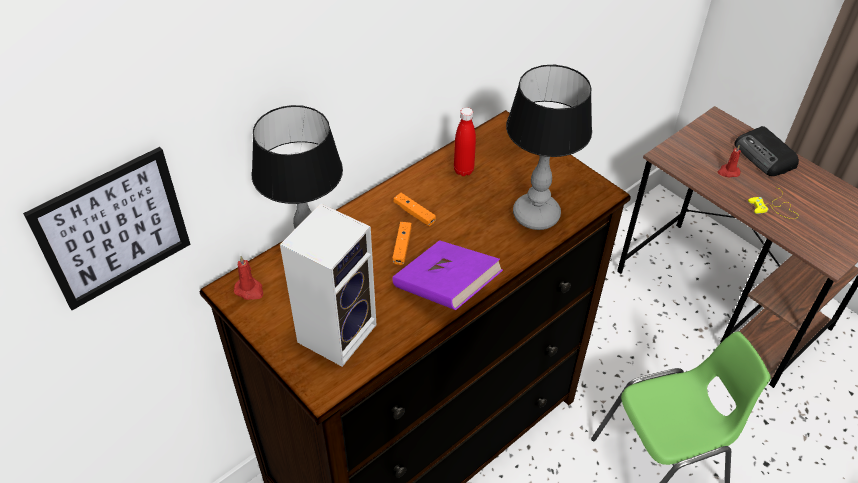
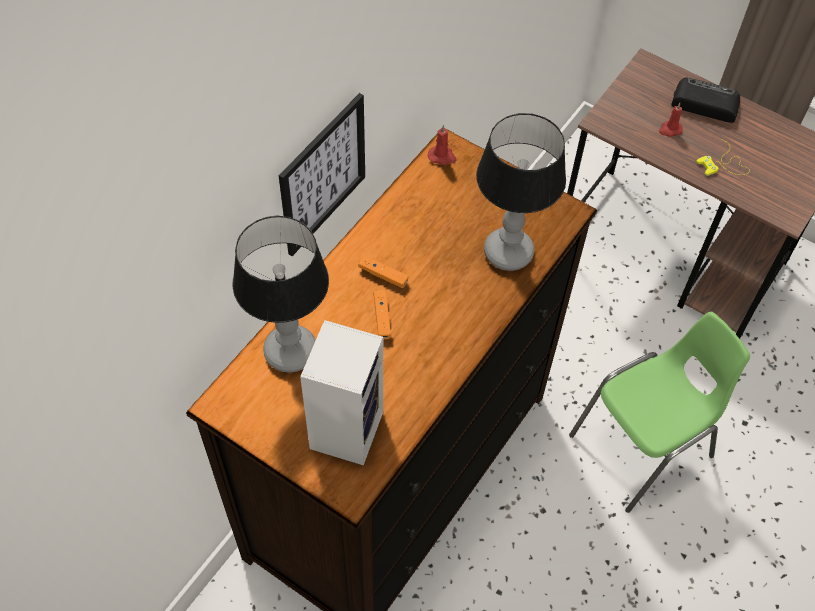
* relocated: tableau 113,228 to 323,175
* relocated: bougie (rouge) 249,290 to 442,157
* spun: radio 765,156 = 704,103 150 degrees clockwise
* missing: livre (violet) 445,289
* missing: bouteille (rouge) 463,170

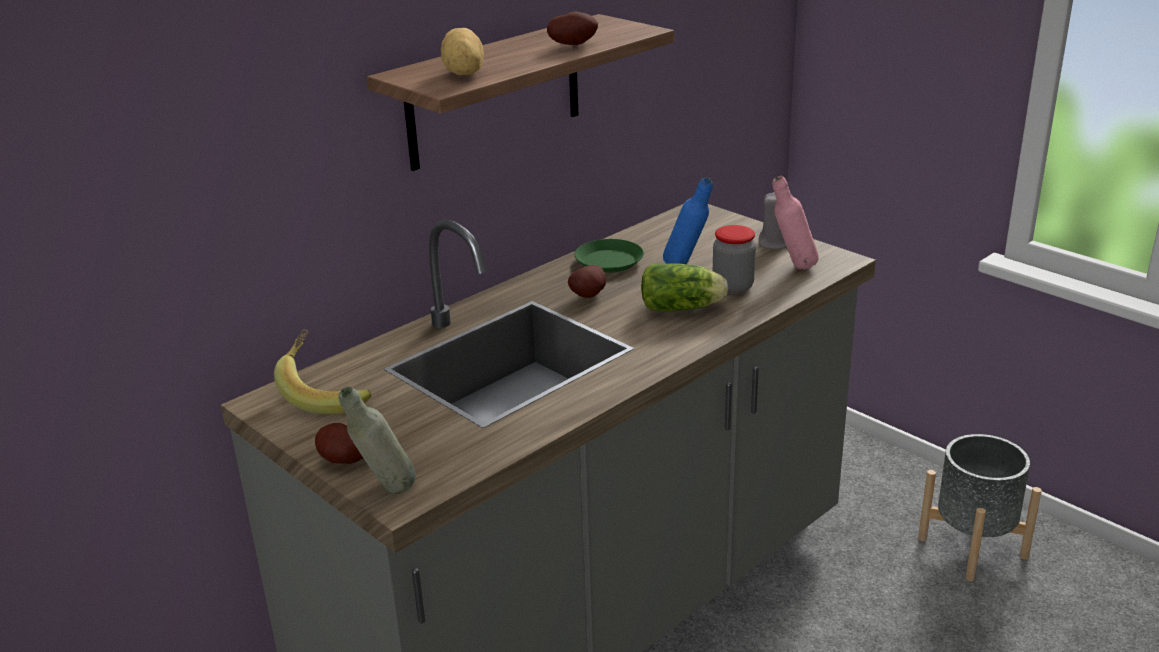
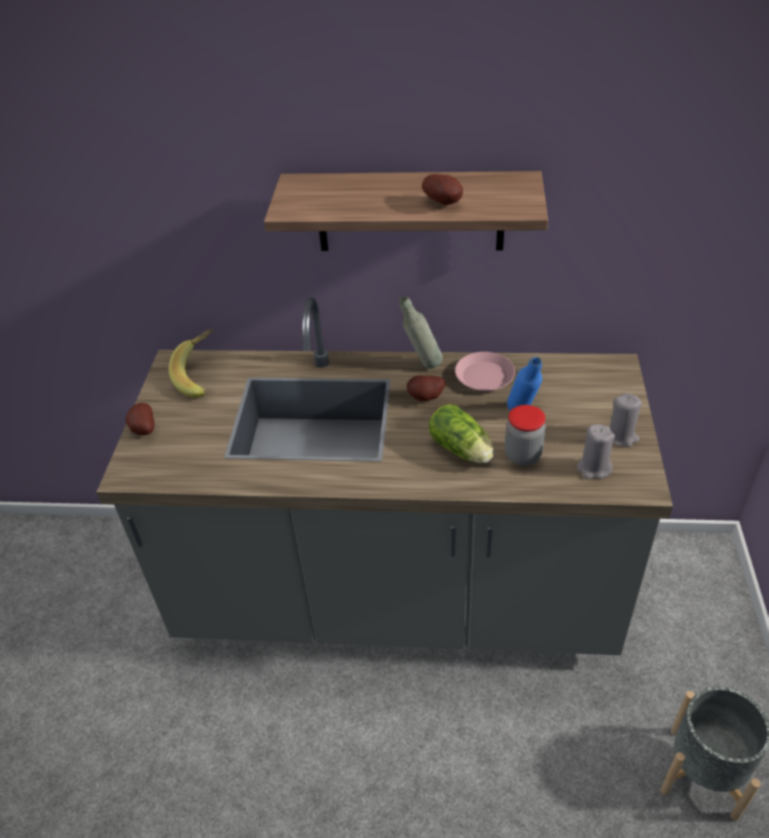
* relocated: bouteille (gris) 385,494 to 422,364
* colour: assiette (vert) 608,261 to assiette (rose) 484,376
* exchanged: bouteille (rose) 792,268 to bougie (gris) 593,468
* missing: pomme de terre 462,73

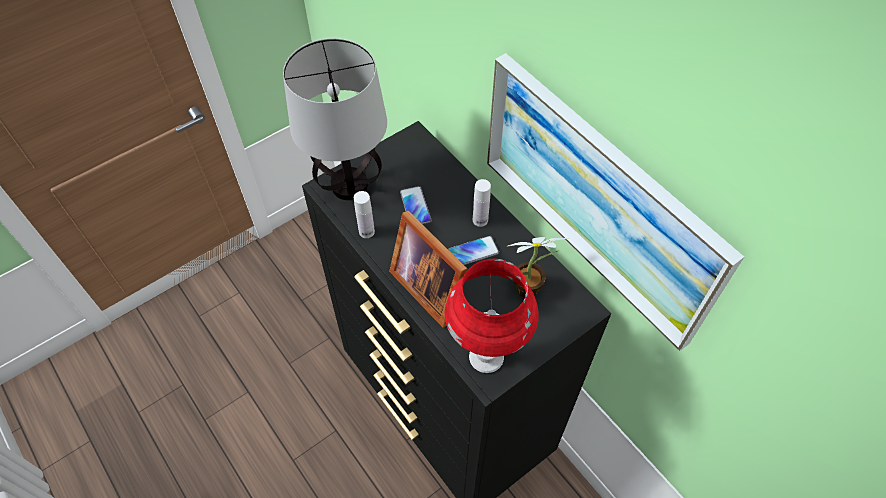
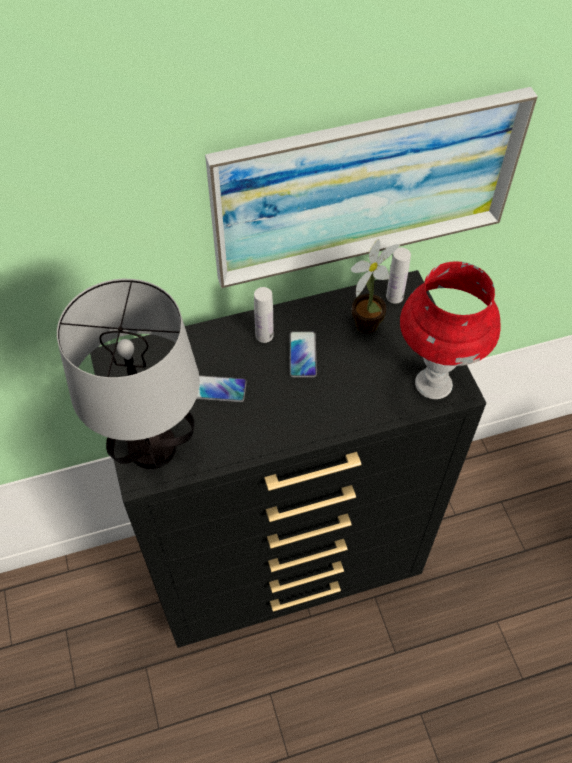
* relocated: bouteille (blanc) 366,231 to 394,296
* missing: cadre photo 429,285

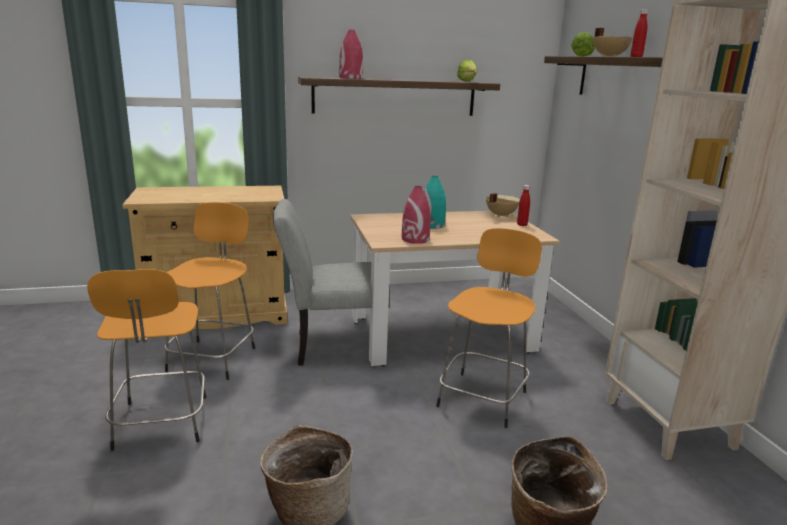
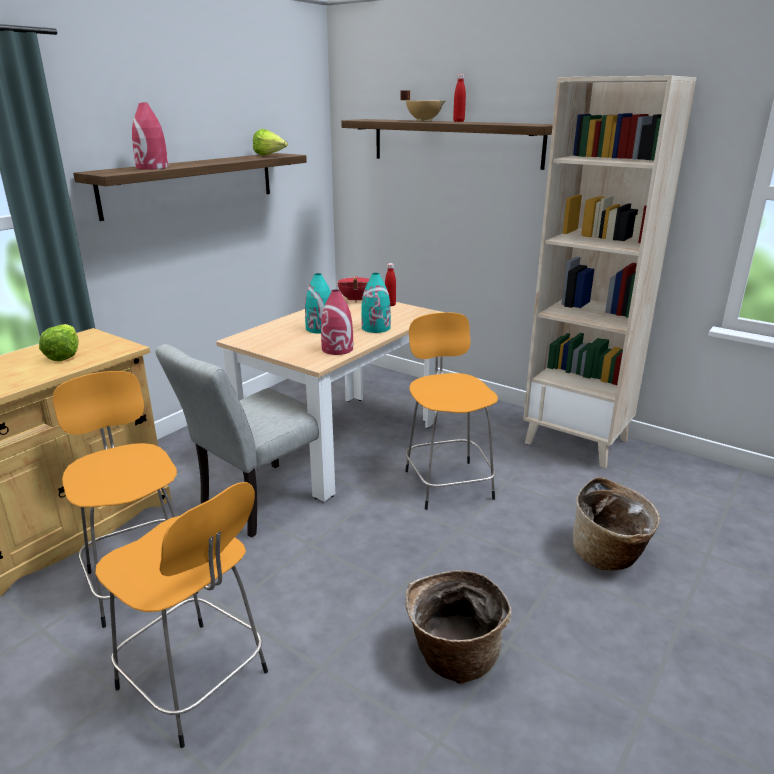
* relocated: laitue 583,56 to 64,355
* colour: marmite (beige) 500,215 to marmite (rouge) 355,300
* appeared: vase (turquoise) 376,328

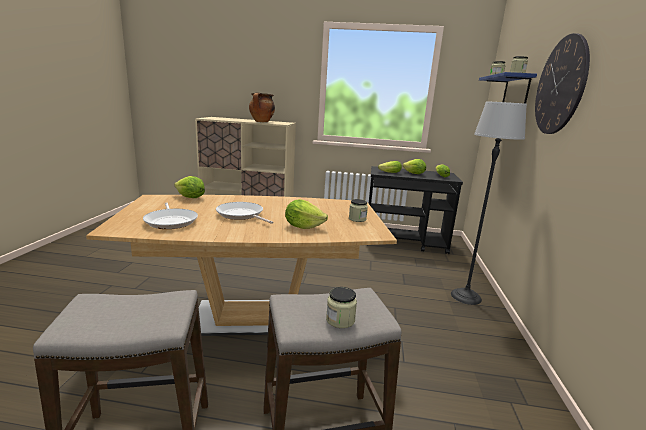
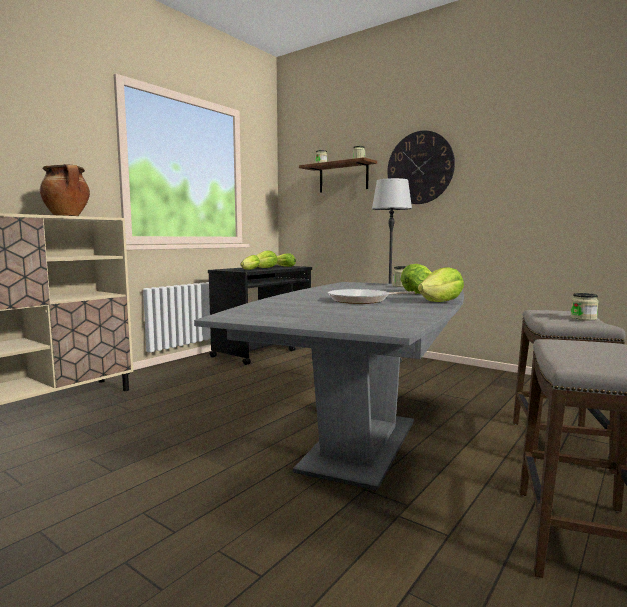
* colour: table à manger (marron) 254,318 to table à manger (gris) 360,445
* colour: étagère (bleu) 516,91 to étagère (marron) 343,177
* relocated: laitue 190,198 to 441,302
* missing: poêle 171,221

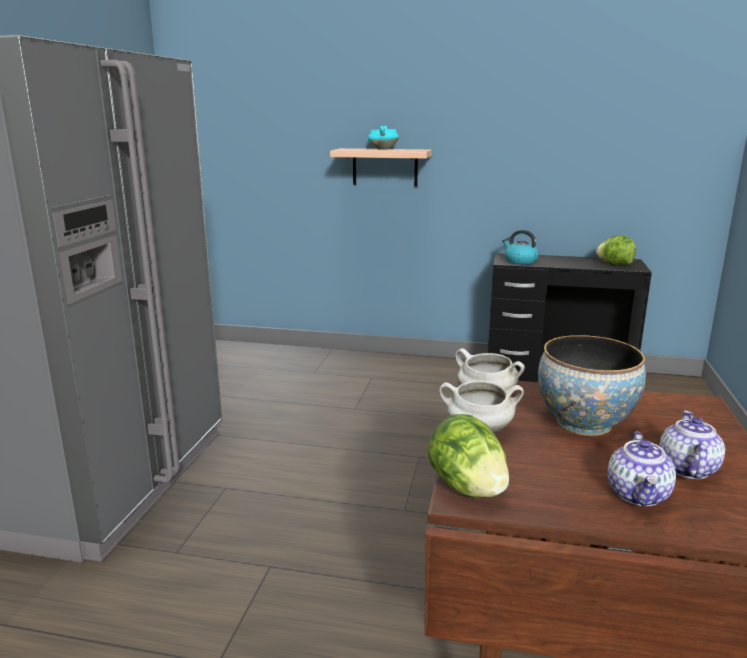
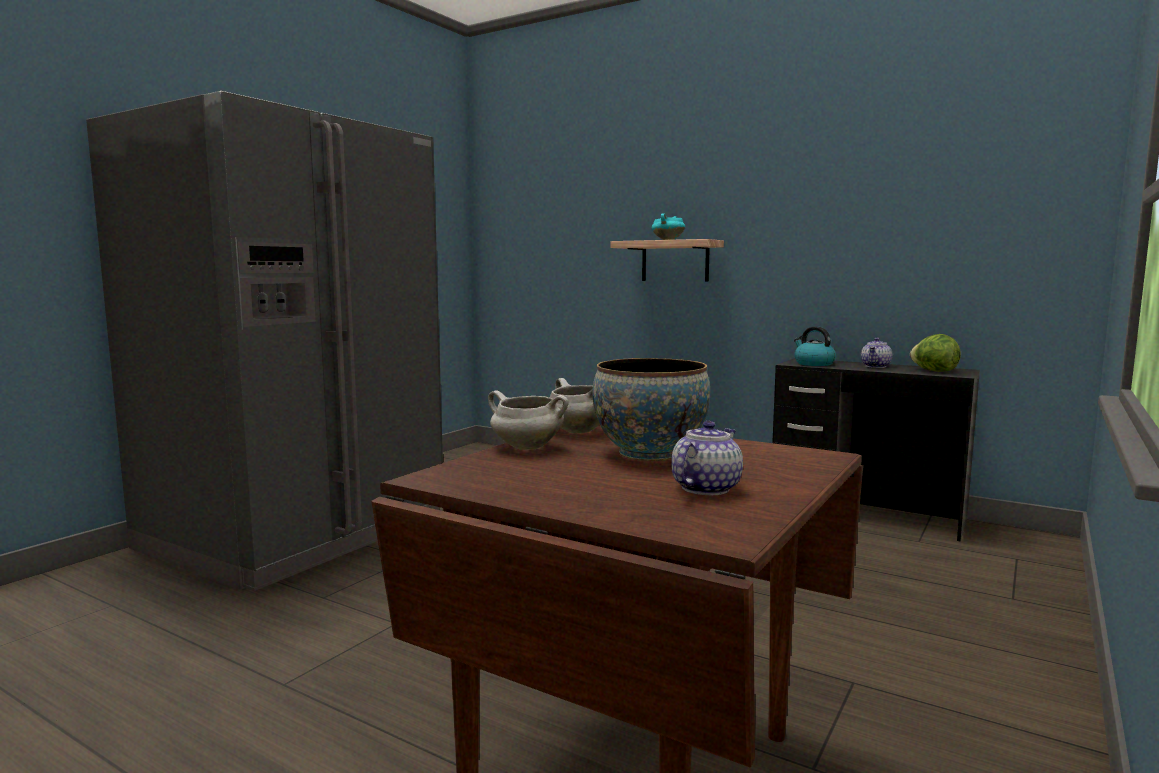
* relocated: théière 639,495 to 876,366
* missing: laitue 467,488

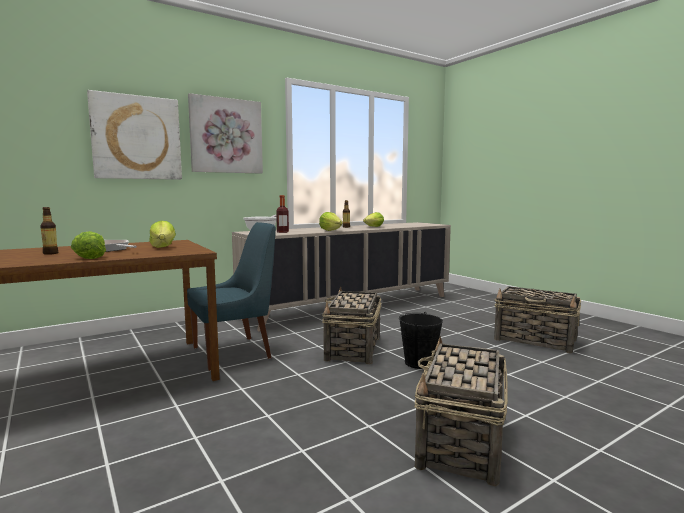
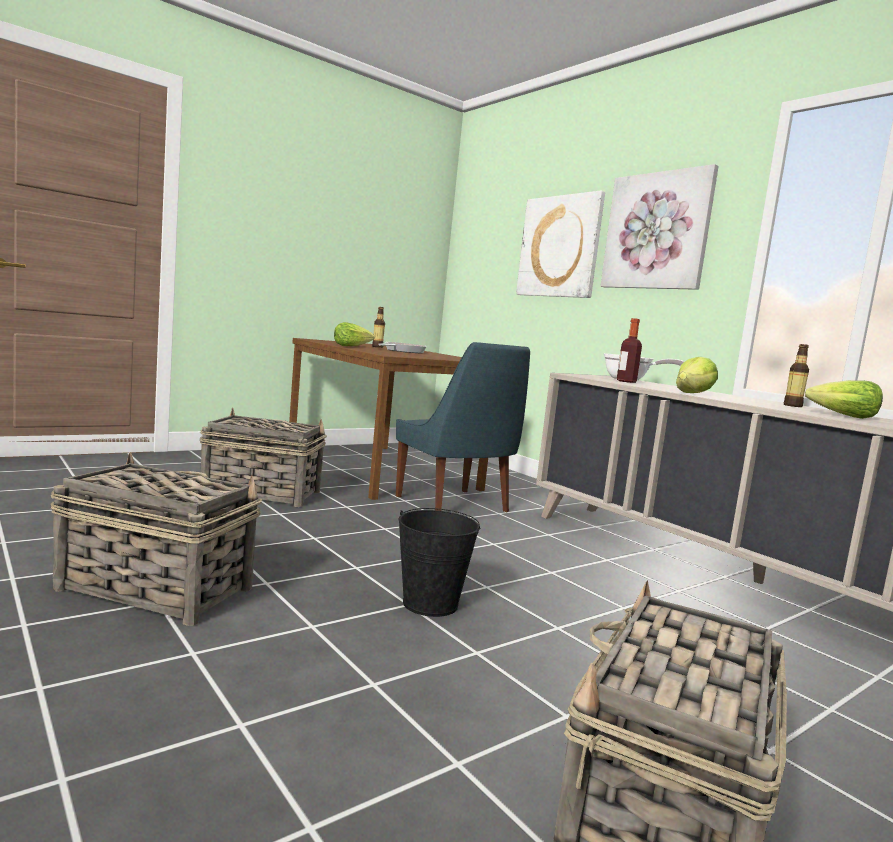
* relocated: panier 353,349 to 260,492
* missing: laitue 163,247

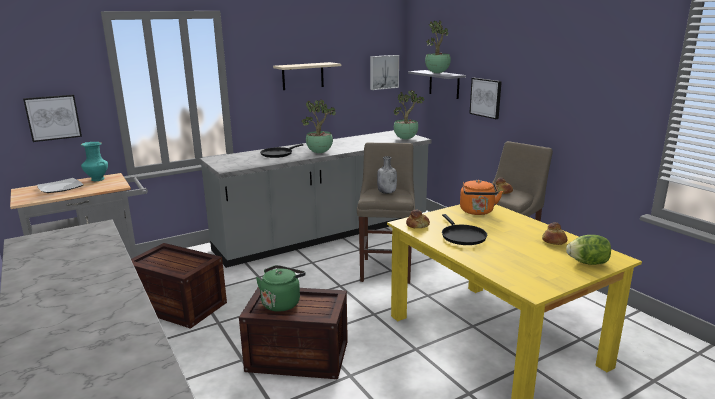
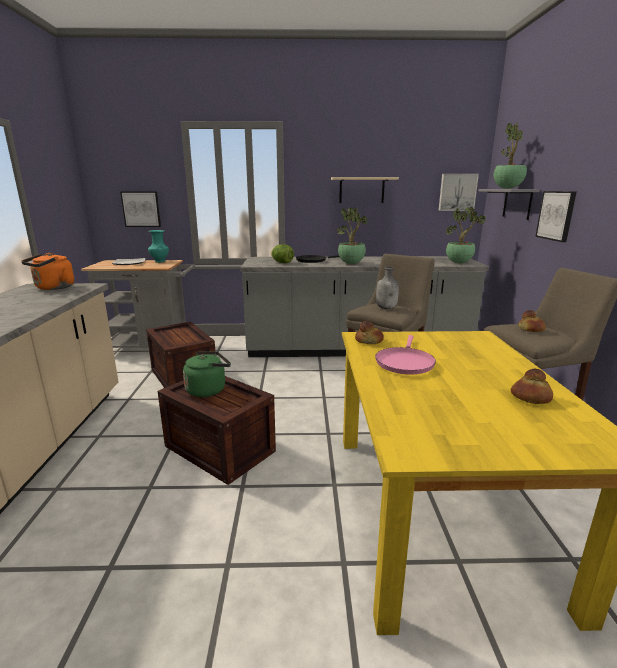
* relocated: bouilloire (orange) 477,212 to 53,288
* relocated: laitue 587,263 to 282,263
* colour: poêle (noir) 462,236 to poêle (rose) 404,362

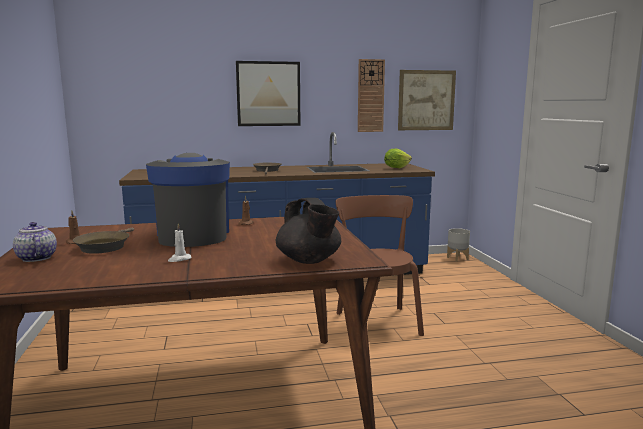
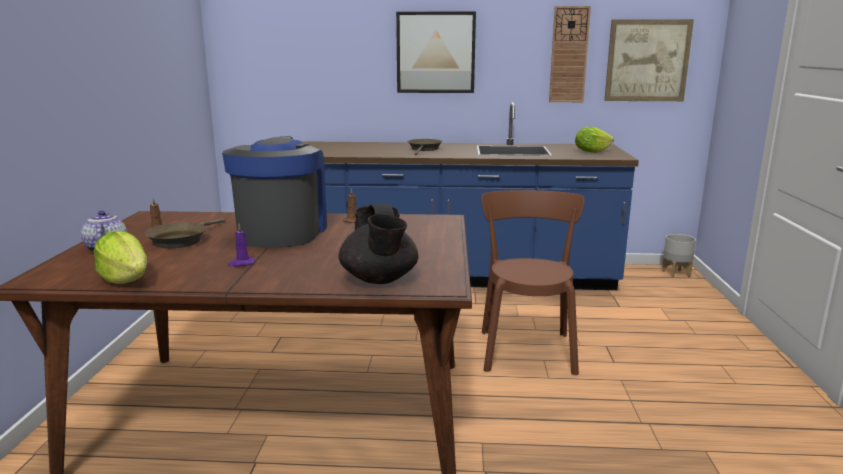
* appeared: laitue 126,280
* colour: bougie (blanc) 179,259 to bougie (violet) 241,264

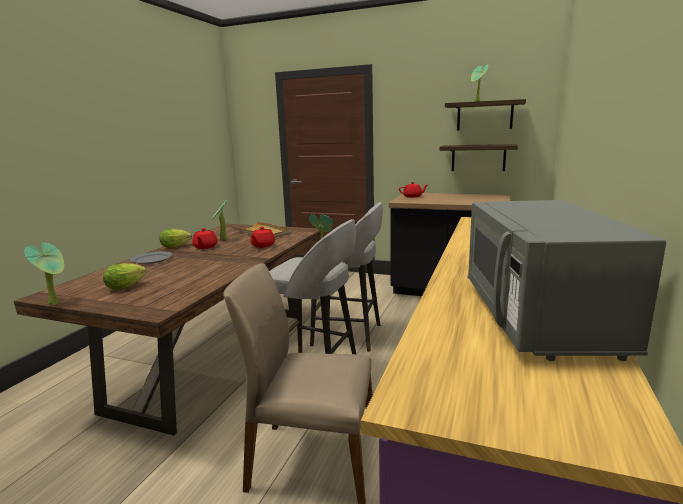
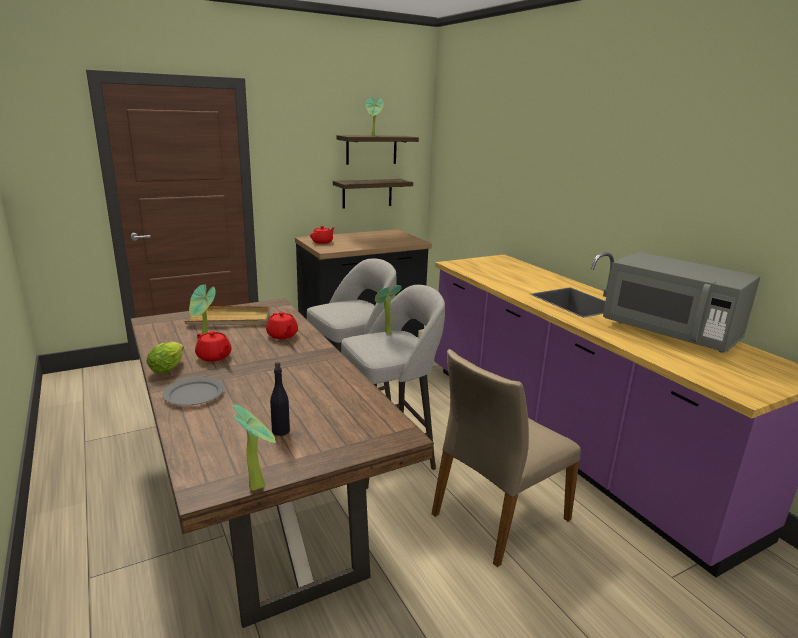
* exchanged: laitue 127,286 to bouteille (noir) 280,431

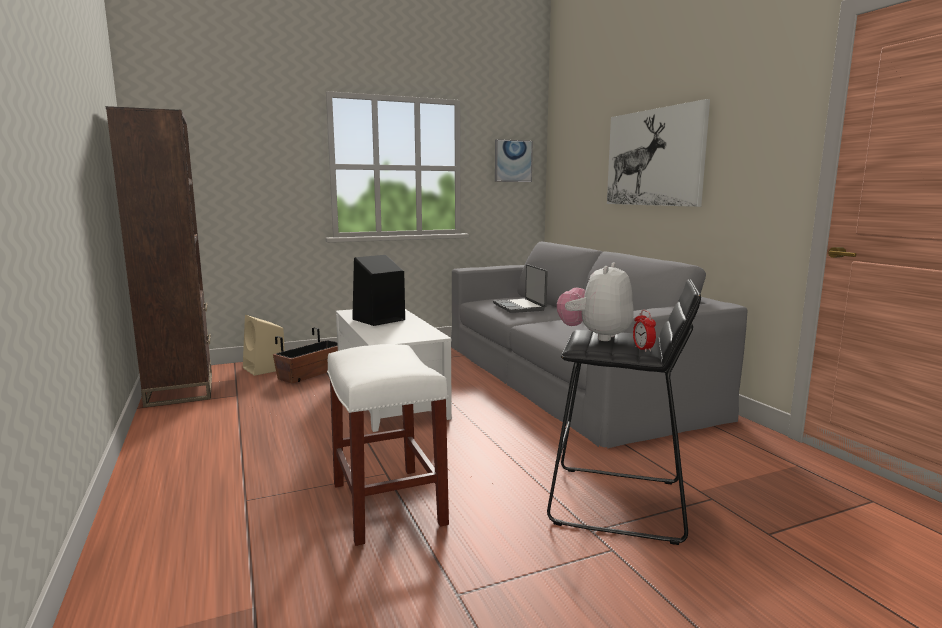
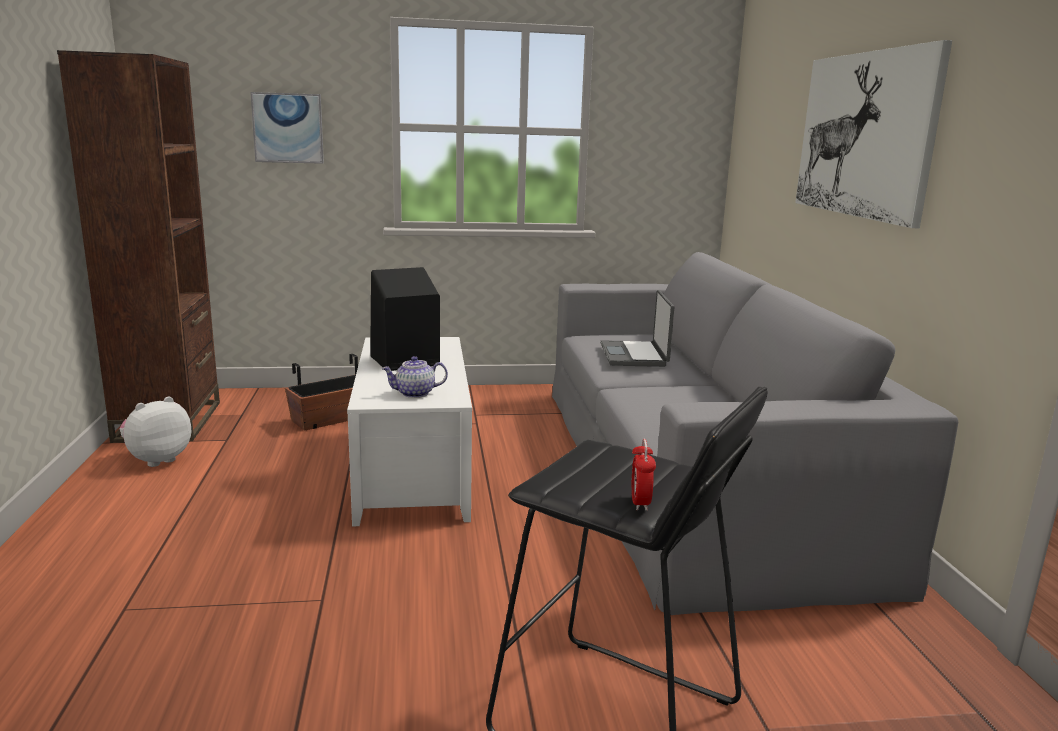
* relocated: peluche 595,336 to 157,459
* relocated: tableau 513,161 to 288,128
* appeared: théière 414,393
* missing: enceinte (beige) 265,369
* missing: tabouret (blanc) 386,502

